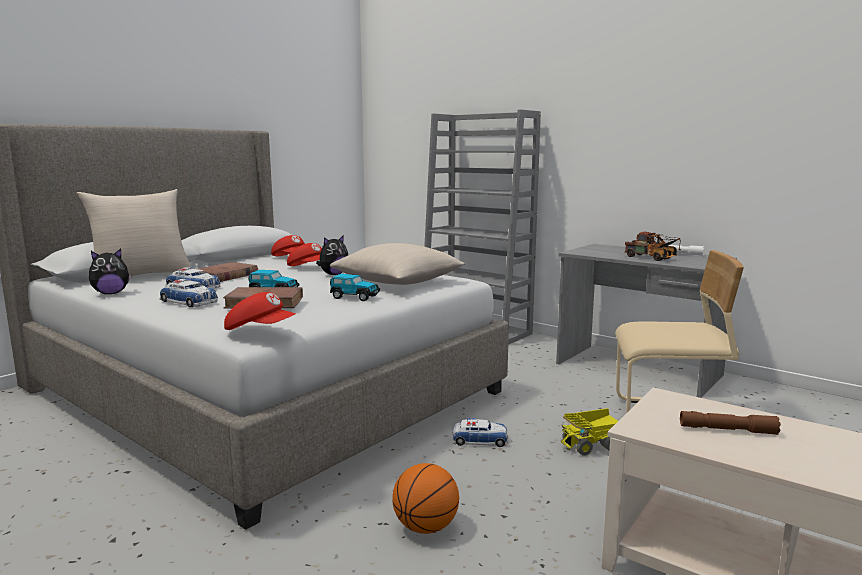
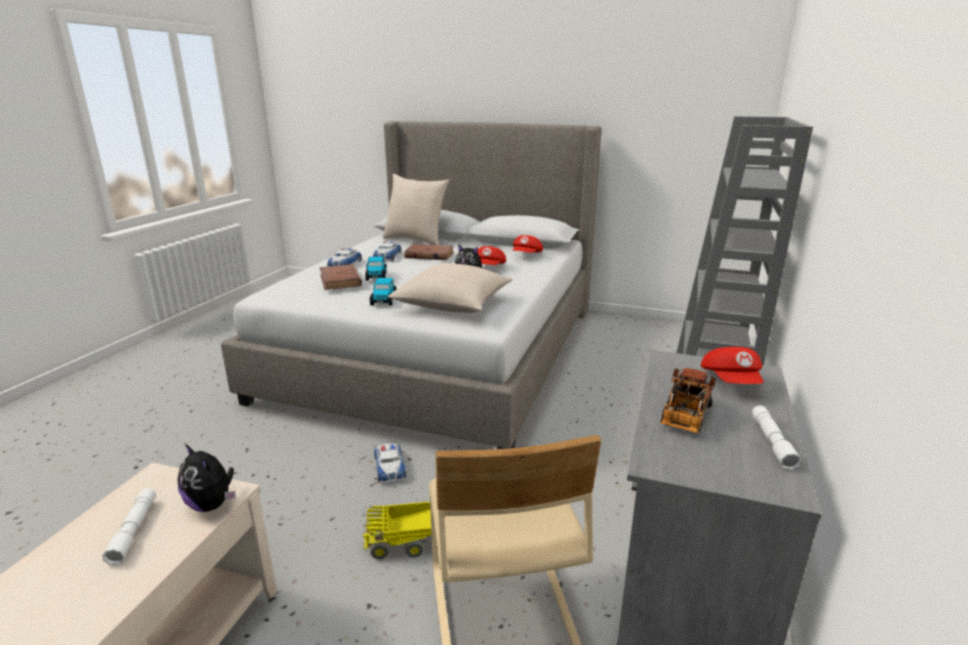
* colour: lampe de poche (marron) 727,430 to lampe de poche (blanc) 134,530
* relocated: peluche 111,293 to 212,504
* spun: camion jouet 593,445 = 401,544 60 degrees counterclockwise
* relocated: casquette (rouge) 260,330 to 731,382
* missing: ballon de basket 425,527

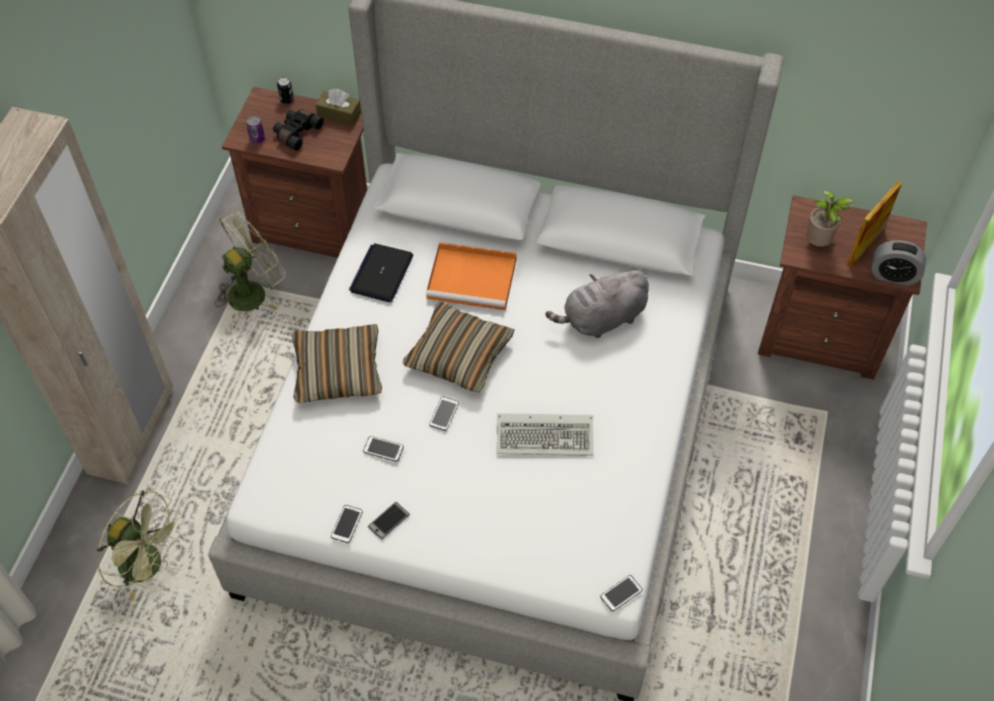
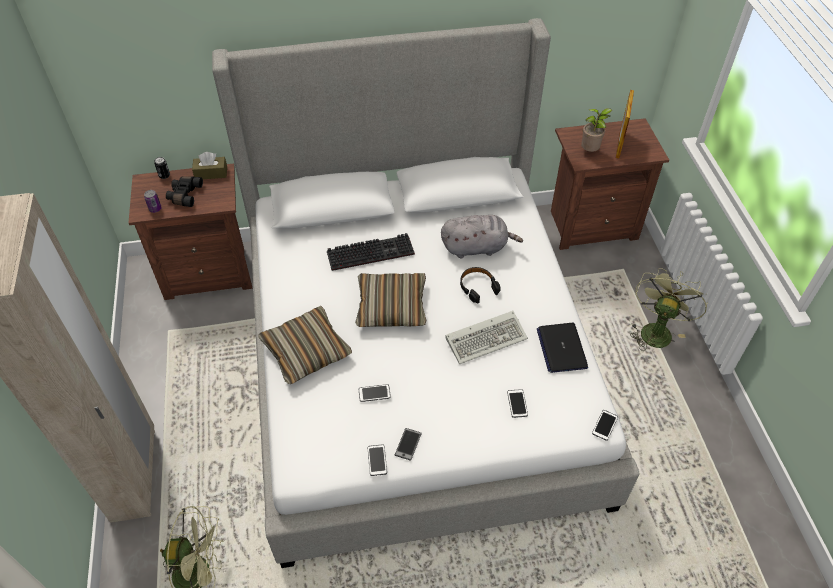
* exchanged: plateau (orange) 474,279 to clavier 371,252
* spun: peluche (gris) 601,319 = 477,247 135 degrees counterclockwise
* appeared: casque audio (noir) 477,287
* relocated: téléphone 444,414 to 517,403
* relocated: ordinateur portable 381,273 to 561,348
* relocated: ventilateur (vert) 253,291 to 656,330
* missing: réveil 893,275

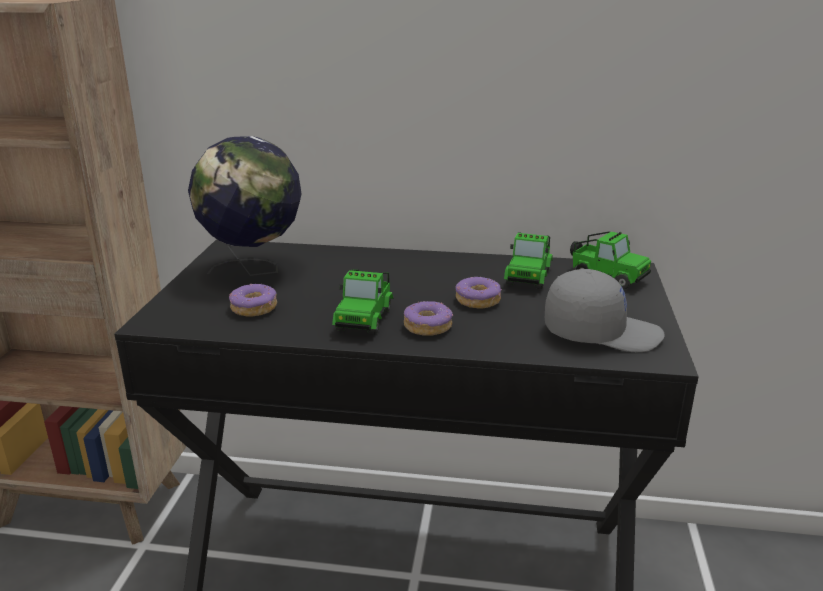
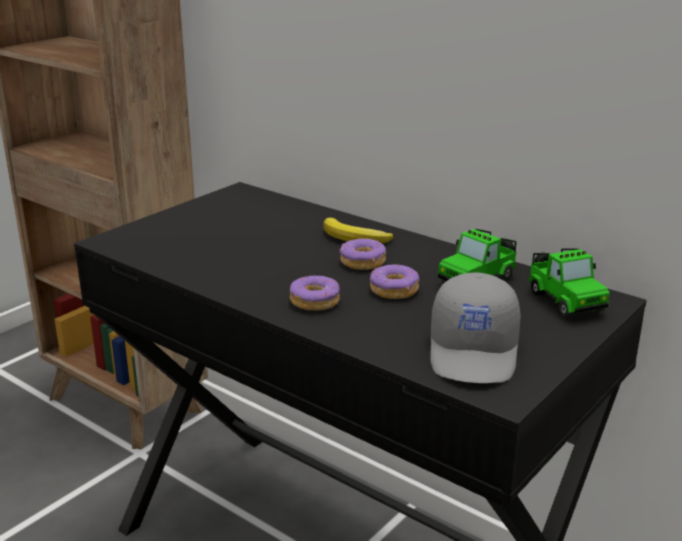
* appeared: banane 355,238
* relocated: beignet 254,308 to 363,262
* spun: casquette (gris) 601,332 = 475,352 60 degrees clockwise
* missing: globe 253,270
* missing: petite voiture 365,318

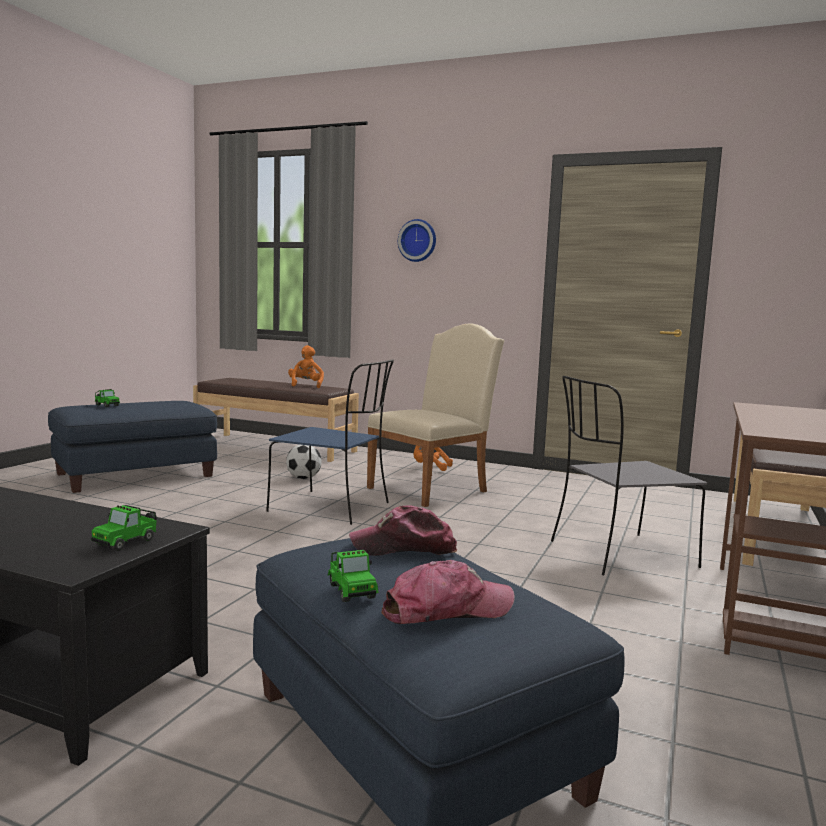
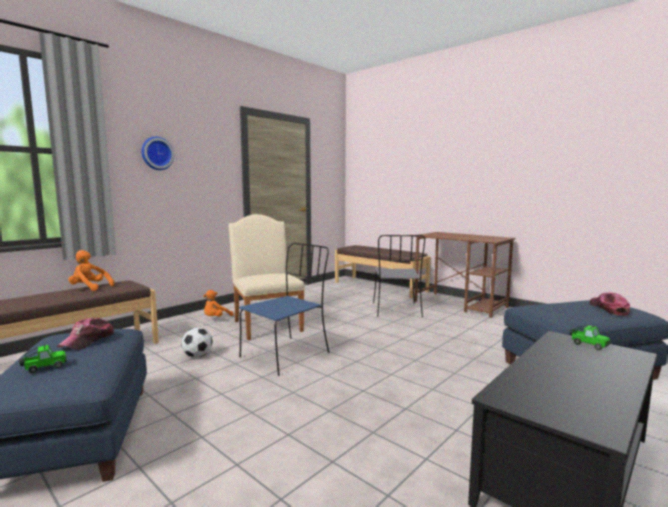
* relocated: casquette 404,547 to 88,341
* missing: petite voiture 351,590

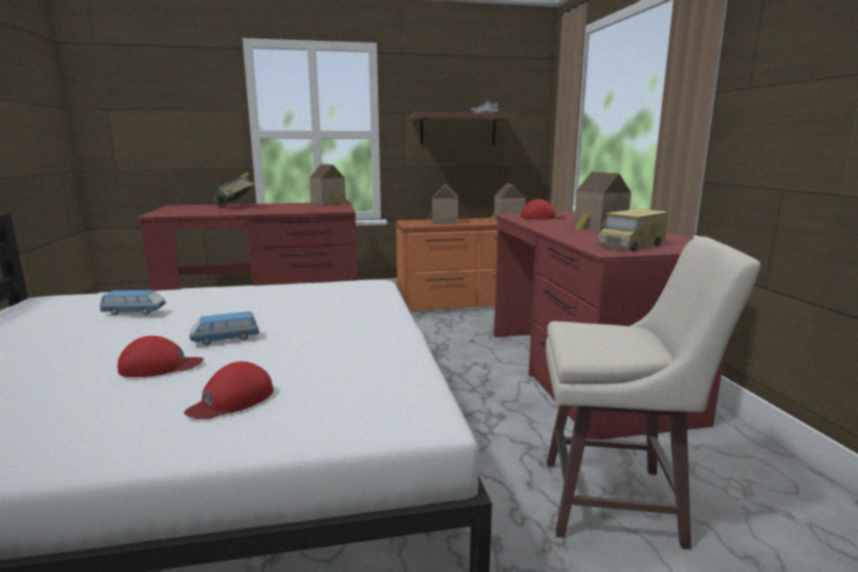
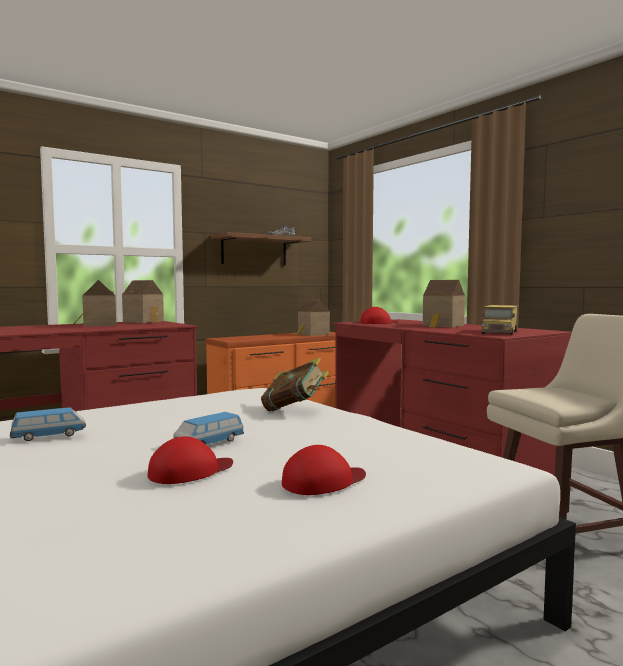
* relocated: maison miniature 443,222 to 97,325
* relocated: livre 236,207 to 295,410
* spun: casquette (rouge) 231,400 = 323,481 135 degrees counterclockwise

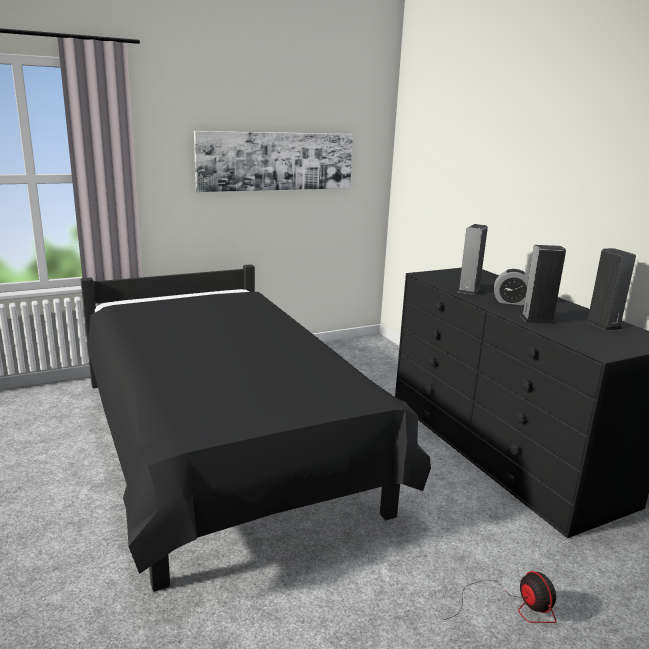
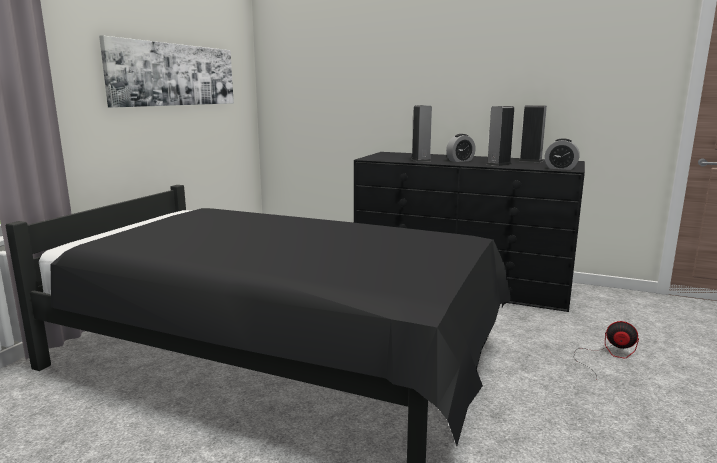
* appeared: réveil 560,168

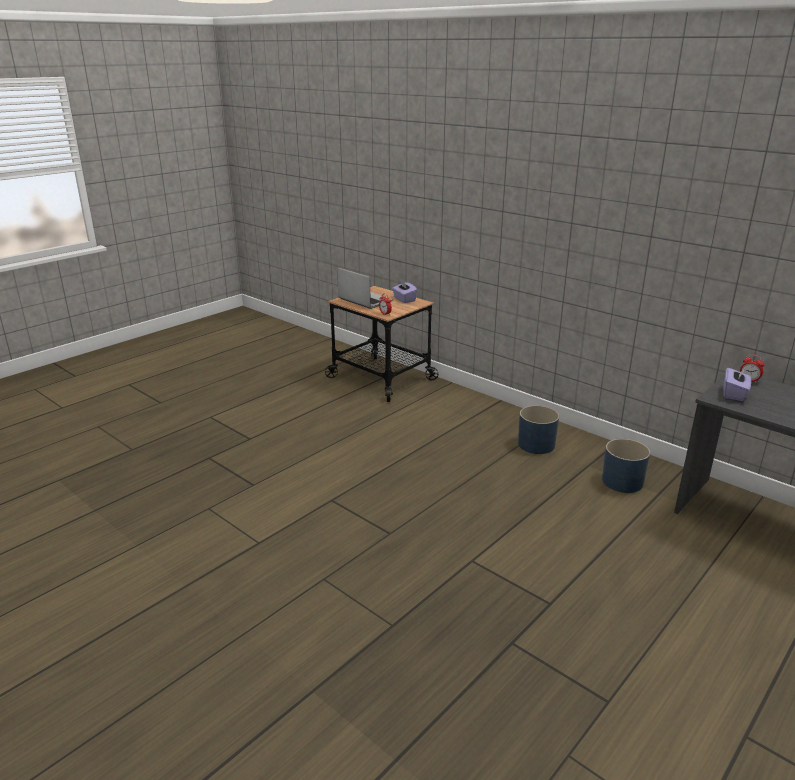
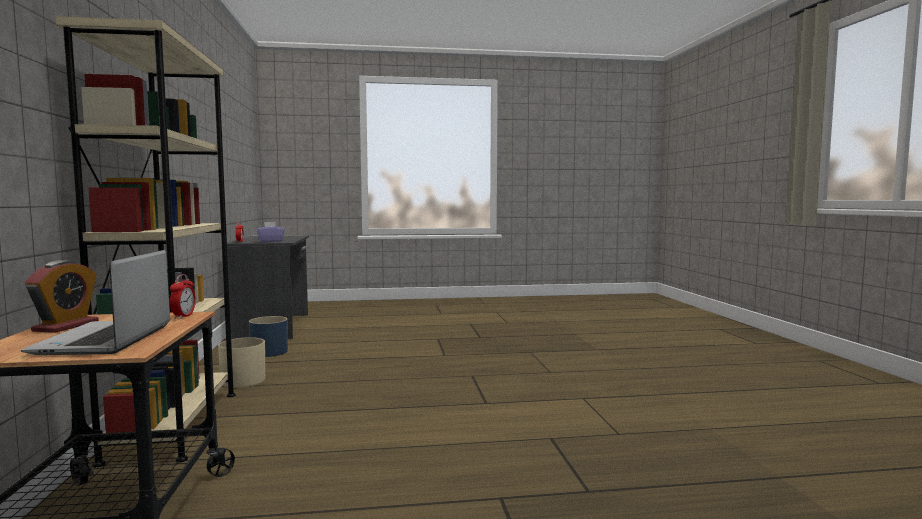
* exchanged: boîte à mouchoirs (violet) 404,299 to réveil 66,326
* appeared: bibliothèque (beige) 174,425
* colour: cache-pot (bleu) 536,444 to cache-pot (beige) 243,381

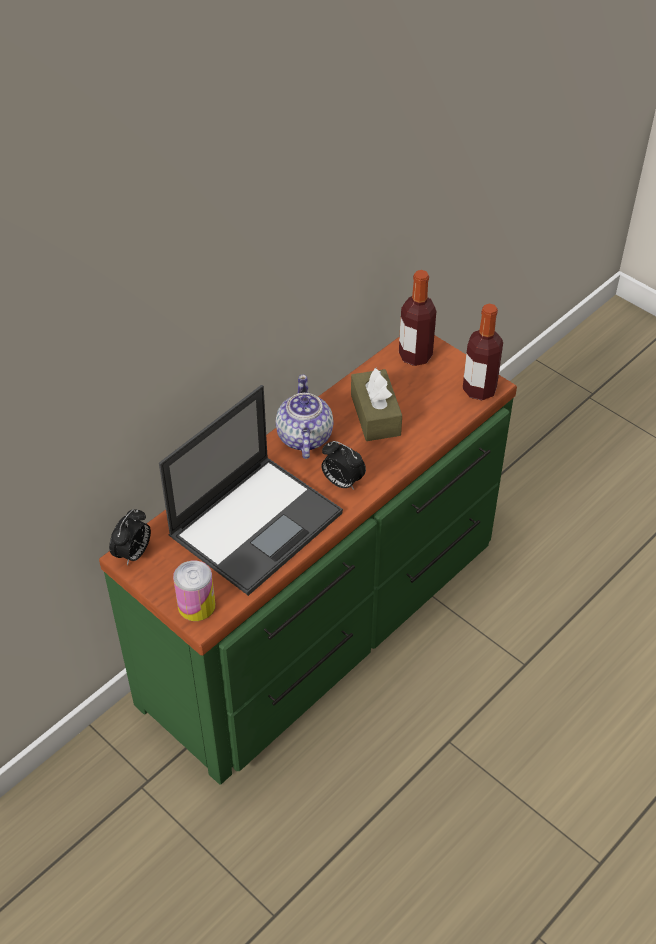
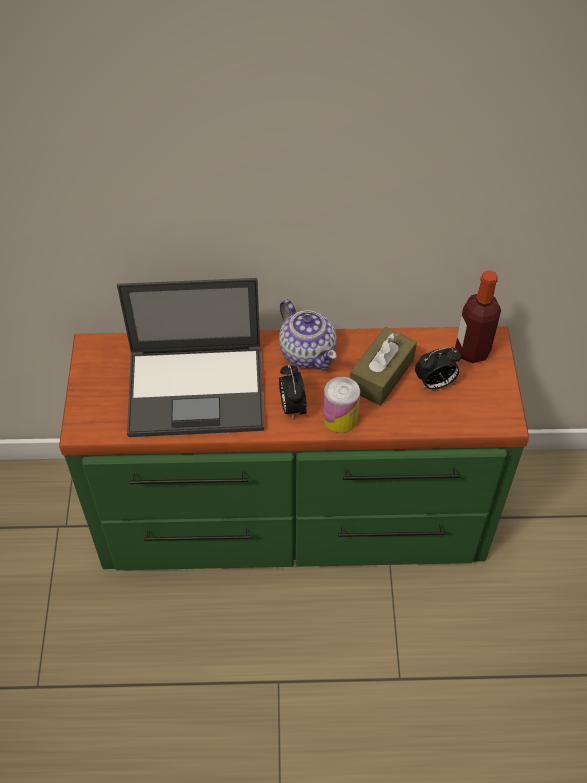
* spun: théière 304,437 = 307,352 105 degrees clockwise
* relocated: boîte métallique 196,605 to 340,418
* relocated: réveil 133,554 to 435,383
* missing: bouteille 479,389

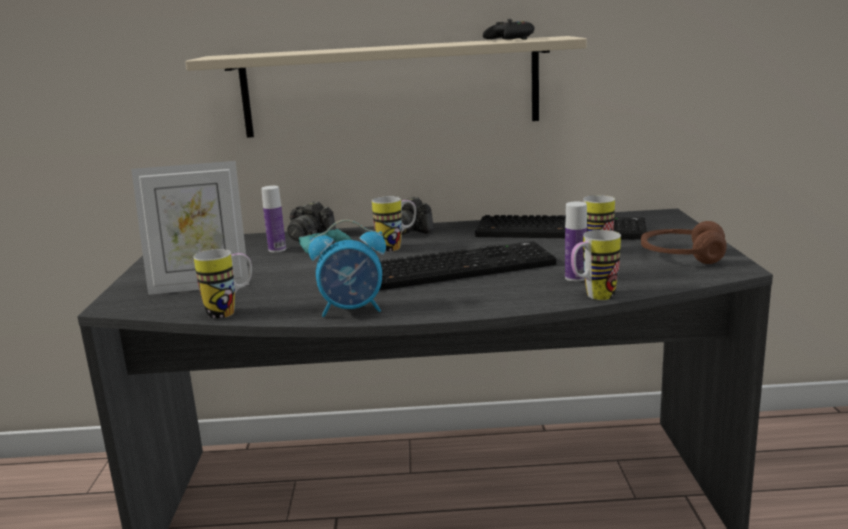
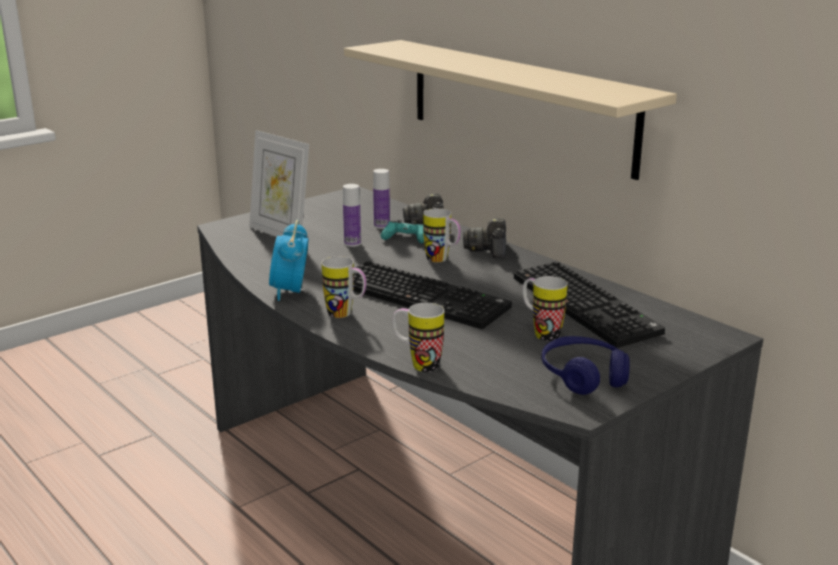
* spun: réveil 352,310 = 290,292 45 degrees clockwise
* relocated: mug 230,312 to 346,315
* relocated: bouteille 575,278 to 352,243
* colour: casque audio (marron) 681,256 to casque audio (bleu) 583,376
* missing: manette (noir) 509,39

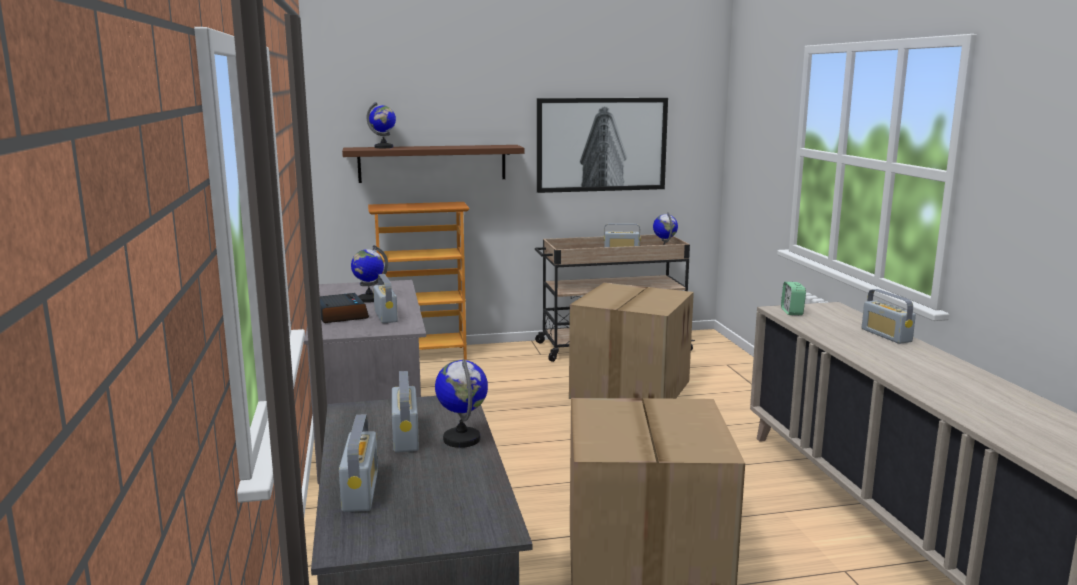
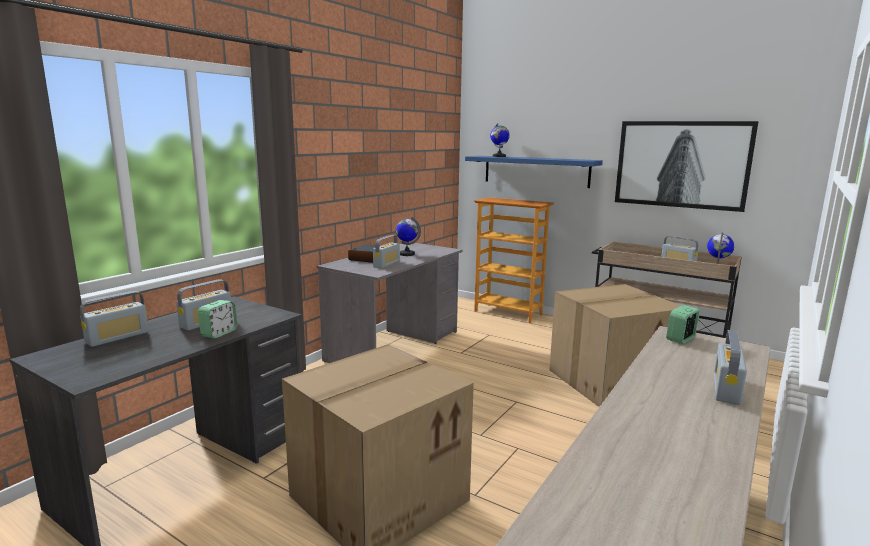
* exchanged: globe 462,439 to réveil 219,333
* colour: étagère (marron) 432,163 to étagère (bleu) 535,171

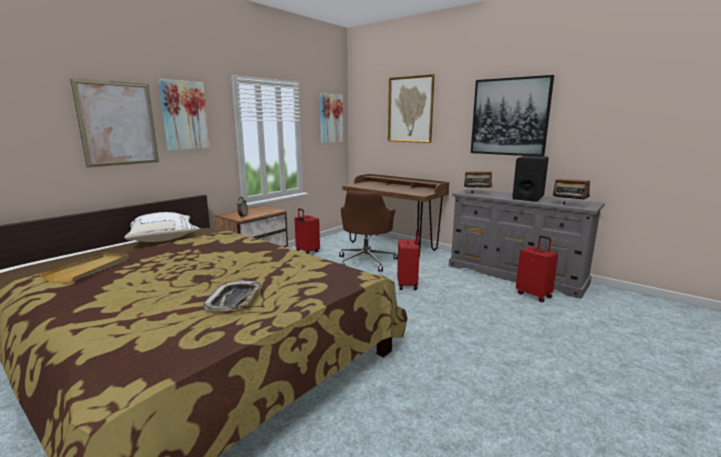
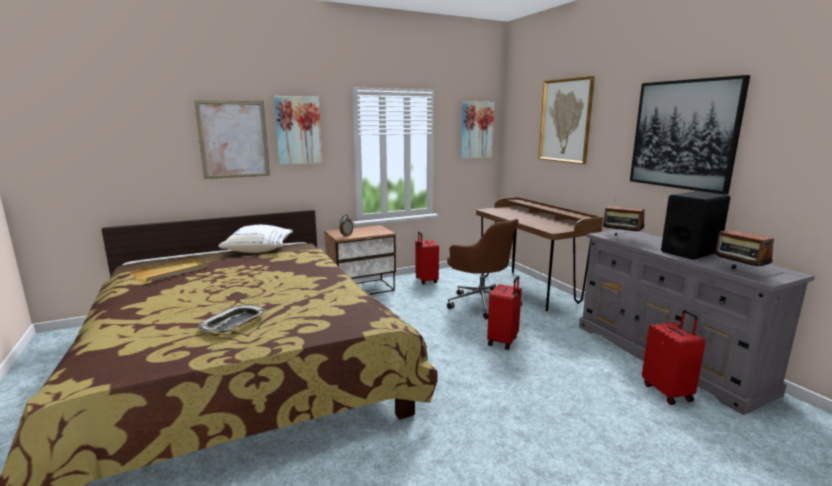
* spun: chaise de bureau (marron) 366,261 = 481,302 75 degrees counterclockwise

